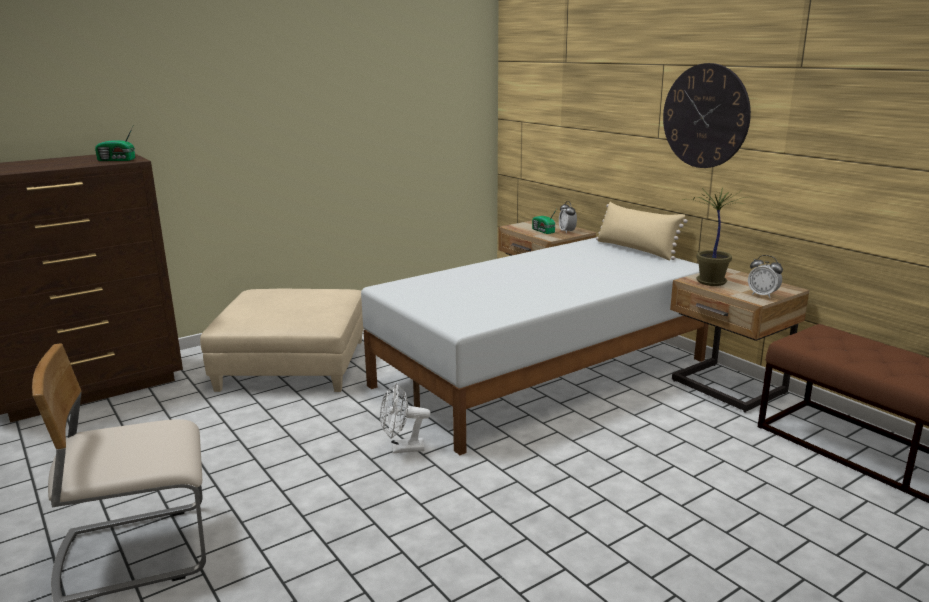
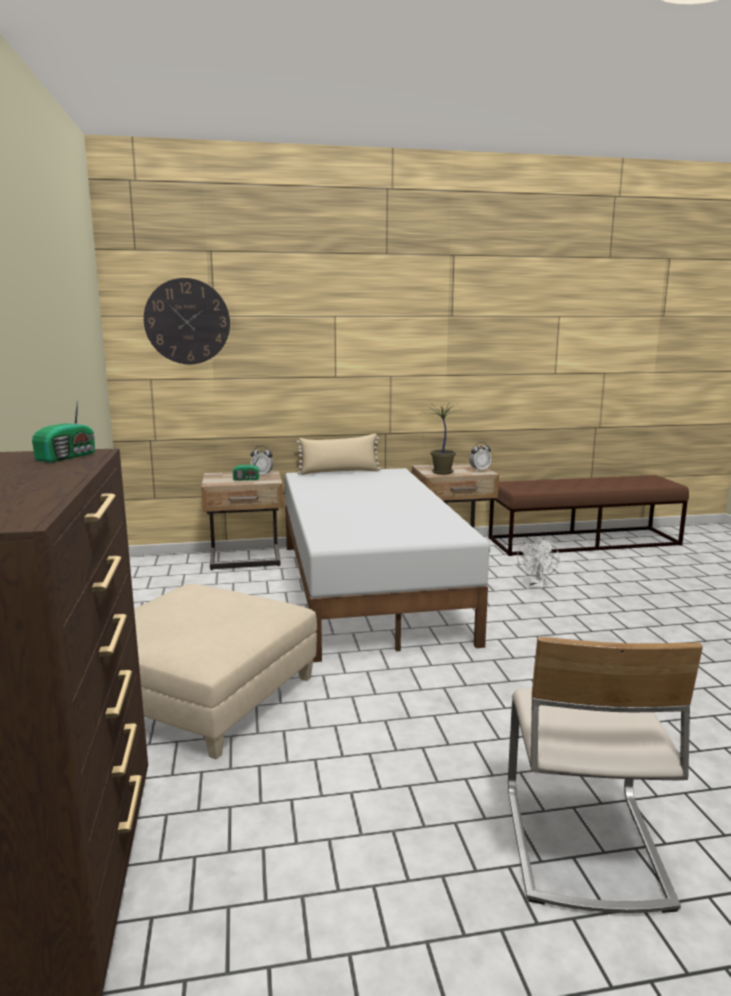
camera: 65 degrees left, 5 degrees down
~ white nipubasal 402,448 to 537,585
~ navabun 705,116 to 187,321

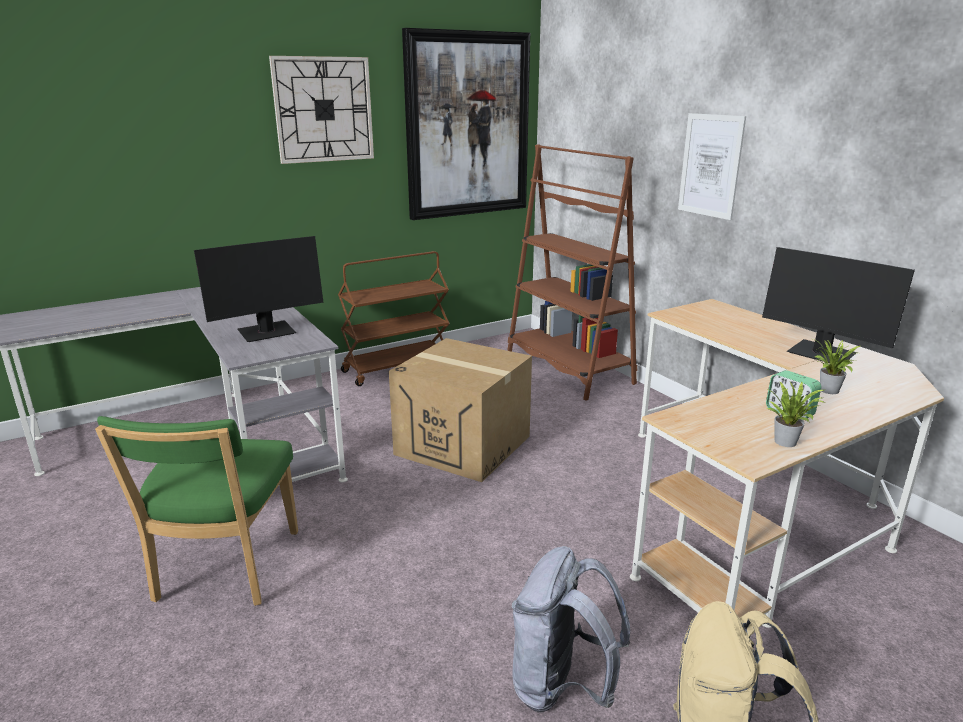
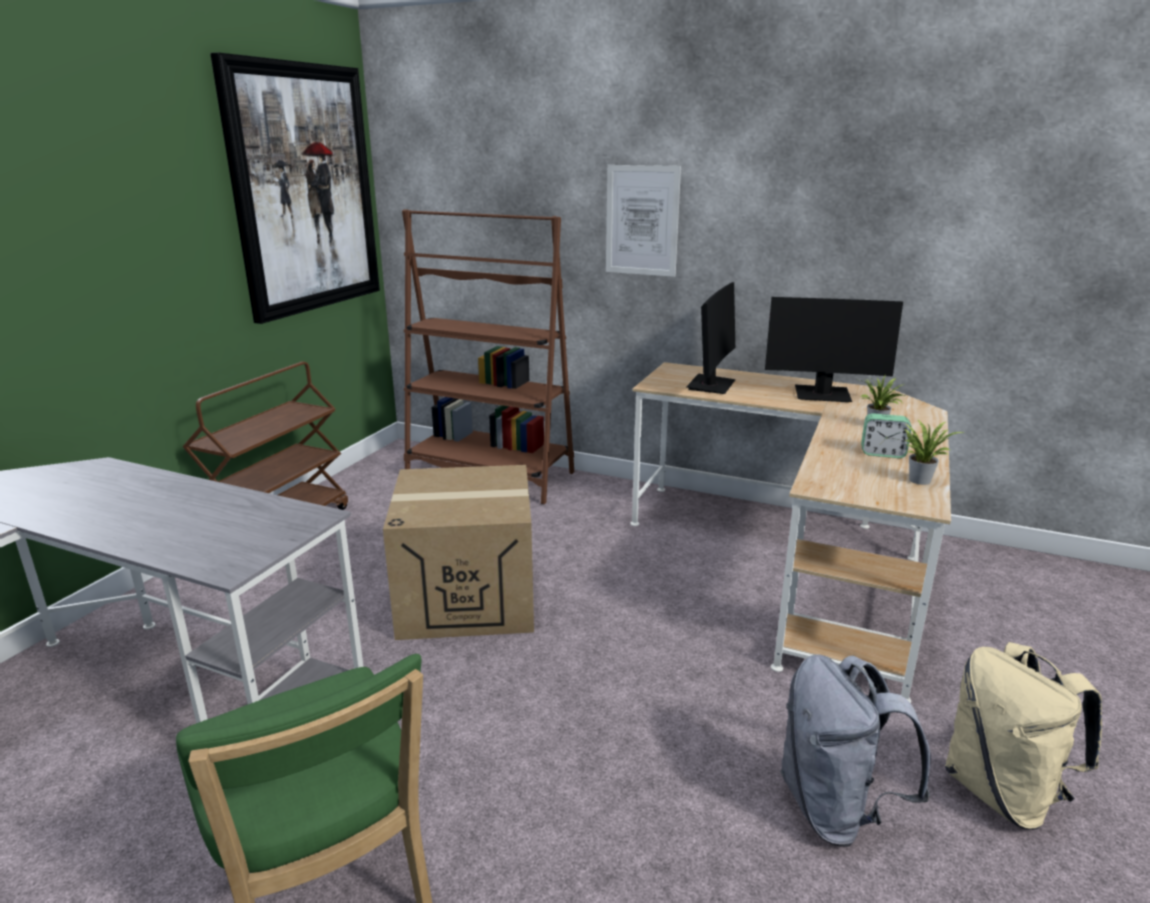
camera: 35 degrees left, 0 degrees up
- navabun 323,110
~ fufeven 267,332 to 711,385

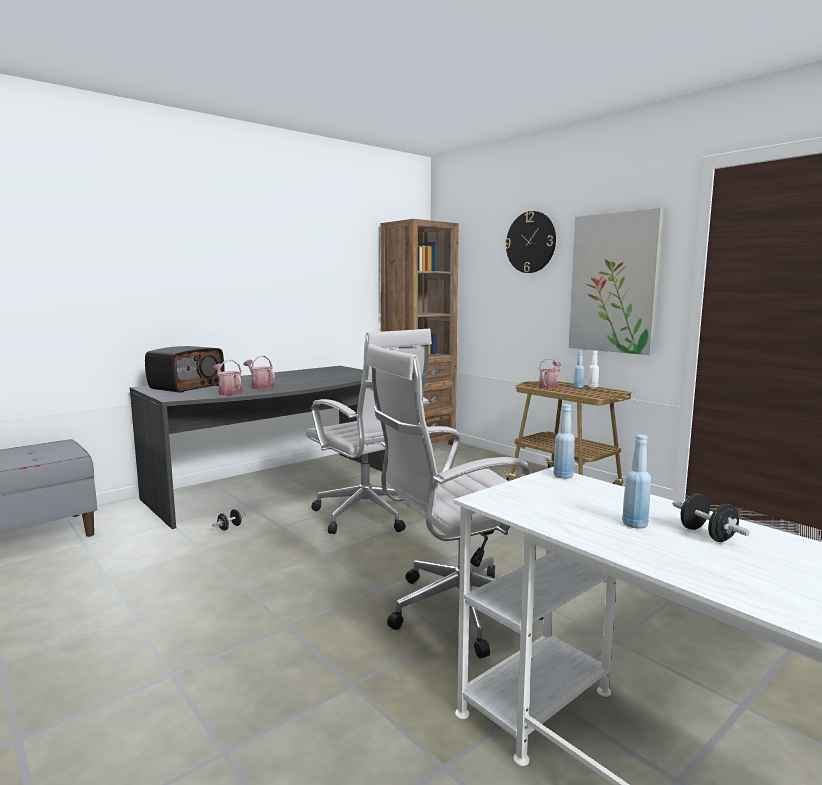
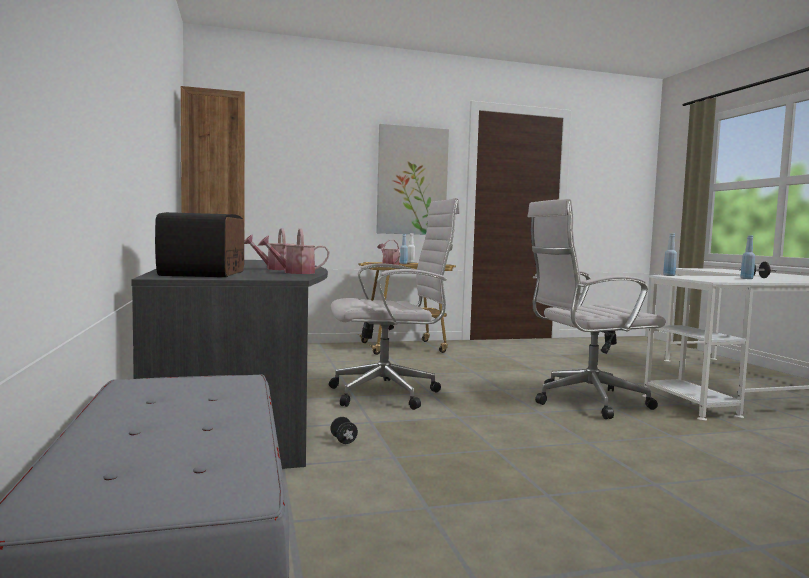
camera: 65 degrees left, 5 degrees down
- navabun 530,242
~ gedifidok 186,386 = 205,273 150 degrees counterclockwise
~ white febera 455,611 = 584,401 75 degrees clockwise

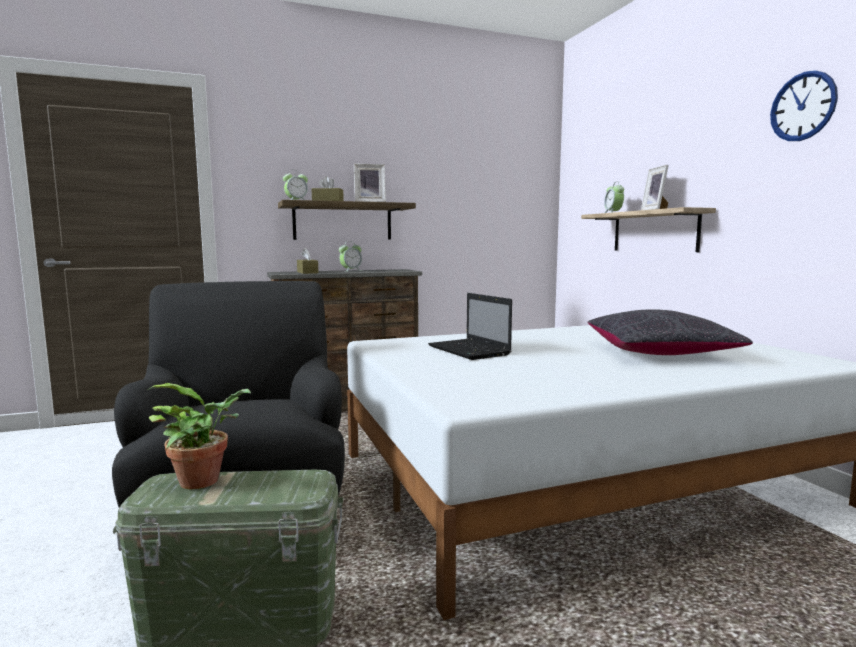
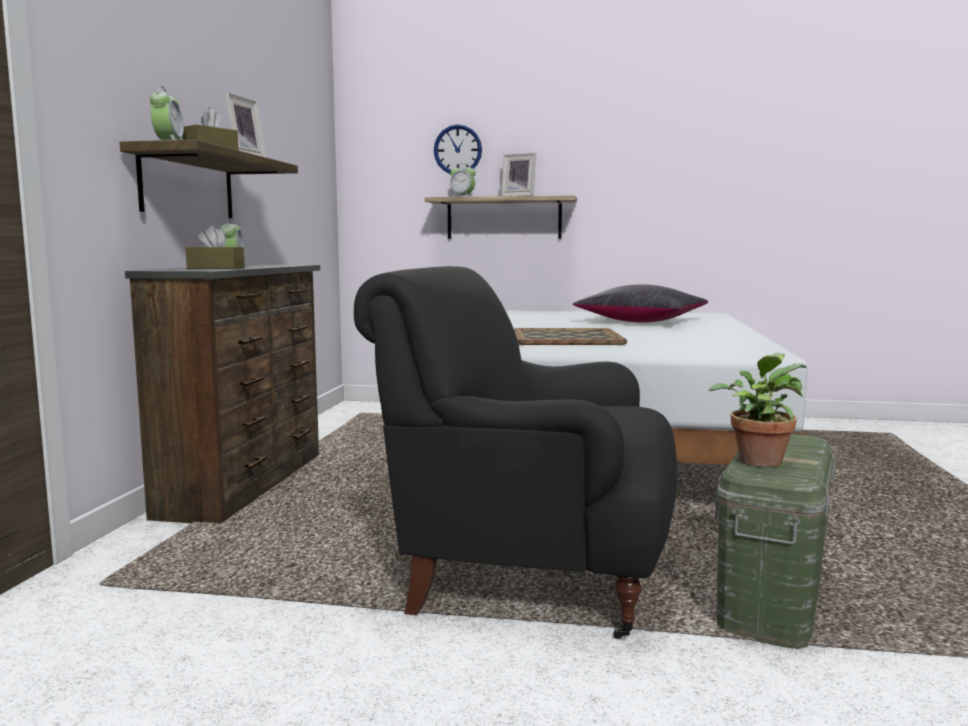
camera: 60 degrees left, 0 degrees up
~ navabun 803,106 to 458,150
~ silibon 470,351 to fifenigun 566,338

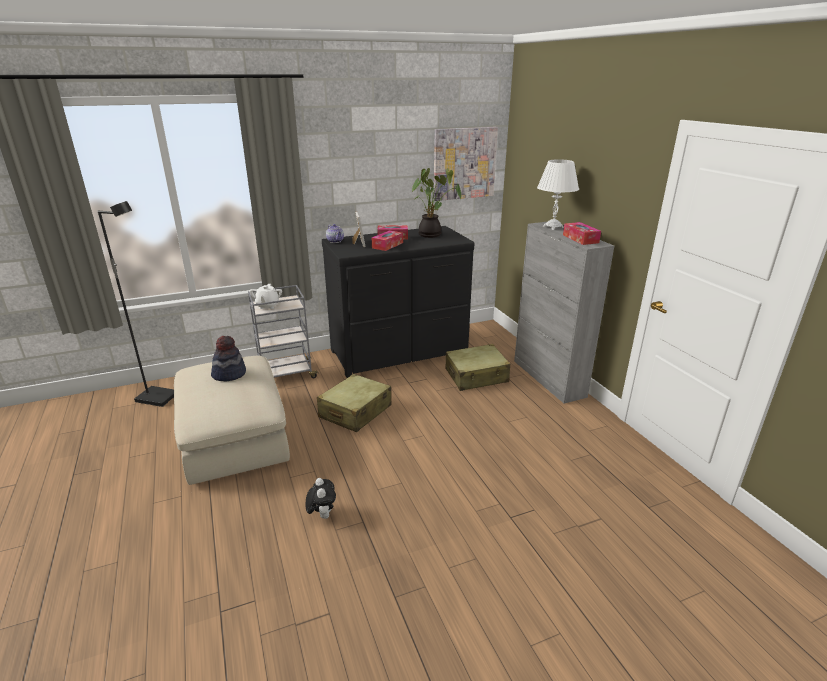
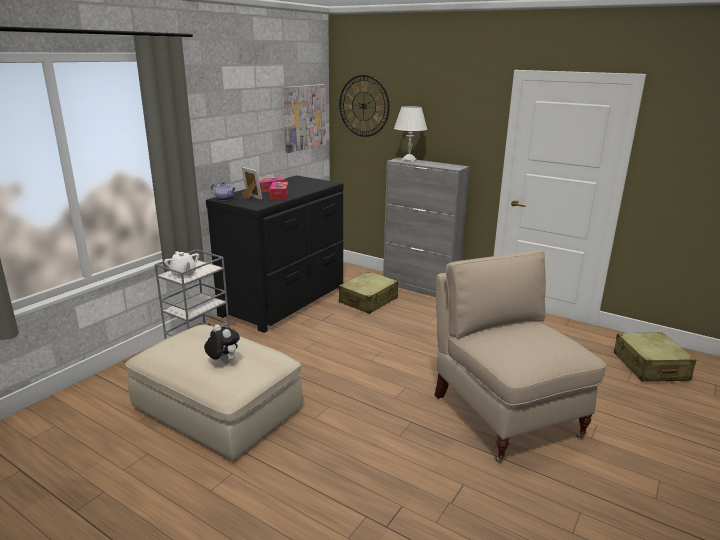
camera: 35 degrees left, 5 degrees down
- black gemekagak 158,397
- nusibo 229,374
- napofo 432,235
- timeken 580,239
+ navabun 363,106
+ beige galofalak 504,414
~ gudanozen 322,514 to 223,362
~ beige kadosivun 355,412 to 650,367

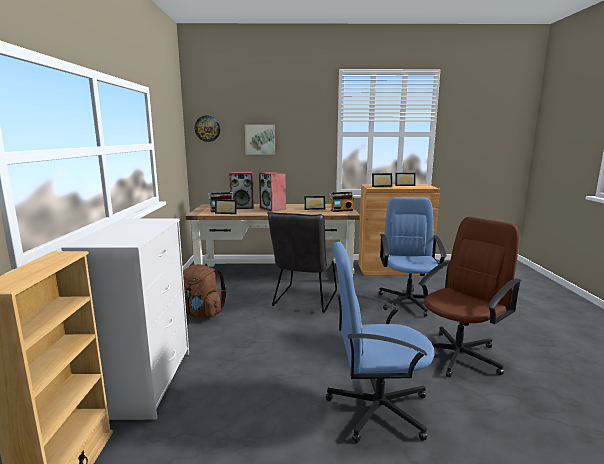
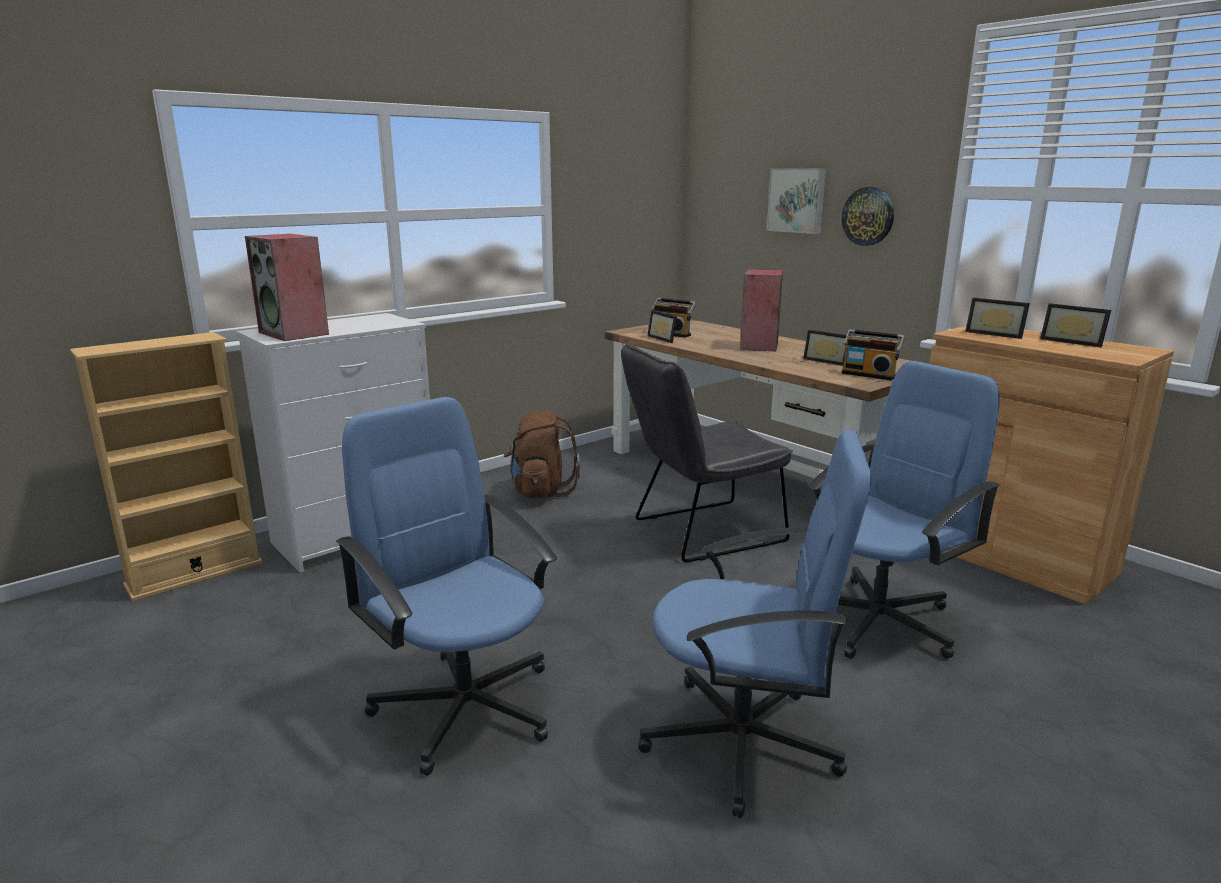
camera: 50 degrees right, 5 degrees up
~ navabun 207,128 to 868,216
~ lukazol 243,207 to 295,333
~ brown febera 459,355 to blue febera 744,742

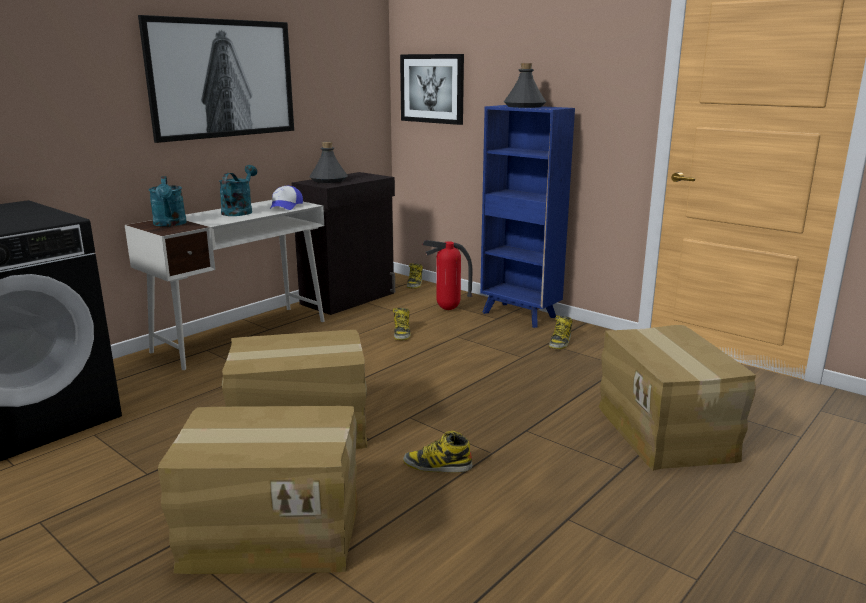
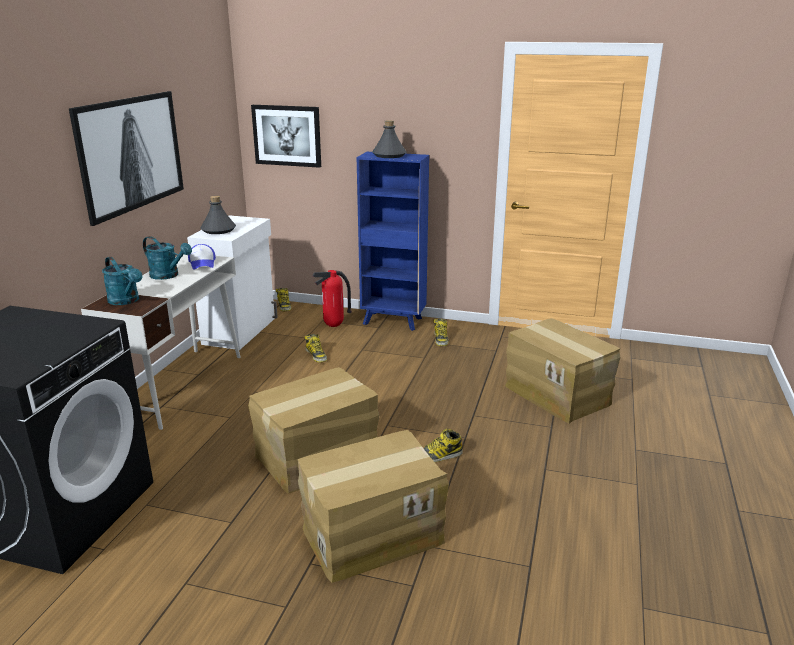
camera: 25 degrees left, 5 degrees up
~ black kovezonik 349,298 to white kovezonik 241,331
~ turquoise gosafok 239,211 = 168,275 135 degrees clockwise

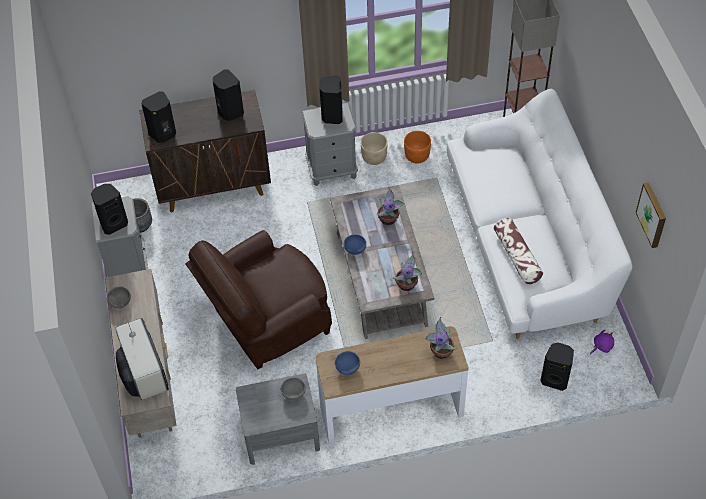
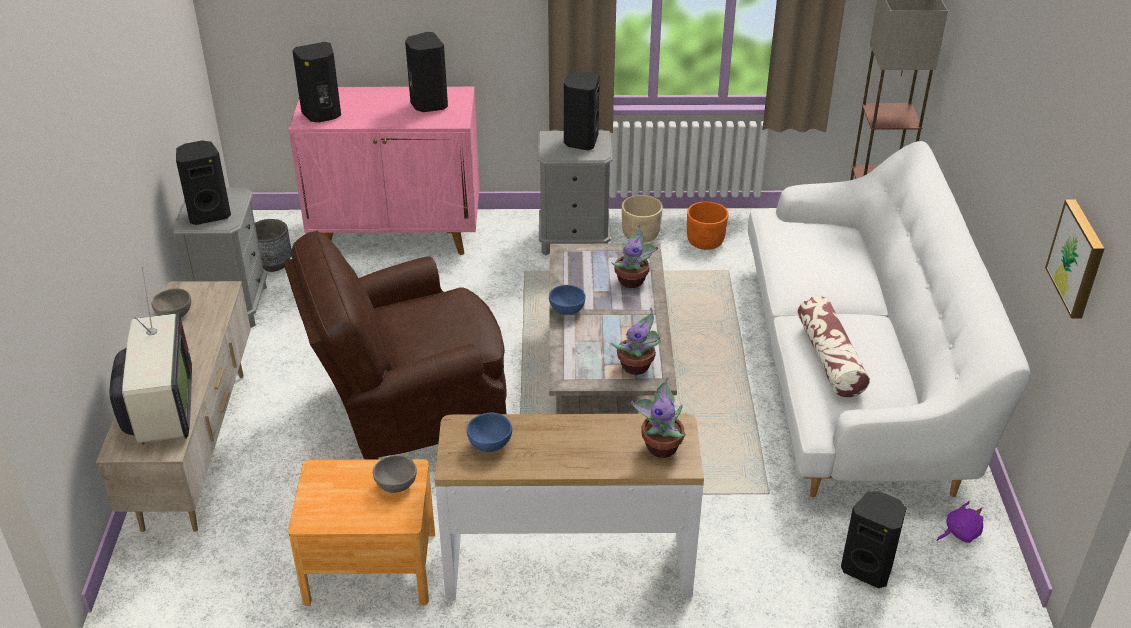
camera: 10 degrees right, 15 degrees down
~ brown kovezonik 214,186 to pink kovezonik 398,234
~ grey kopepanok 280,433 to brown kopepanok 370,567

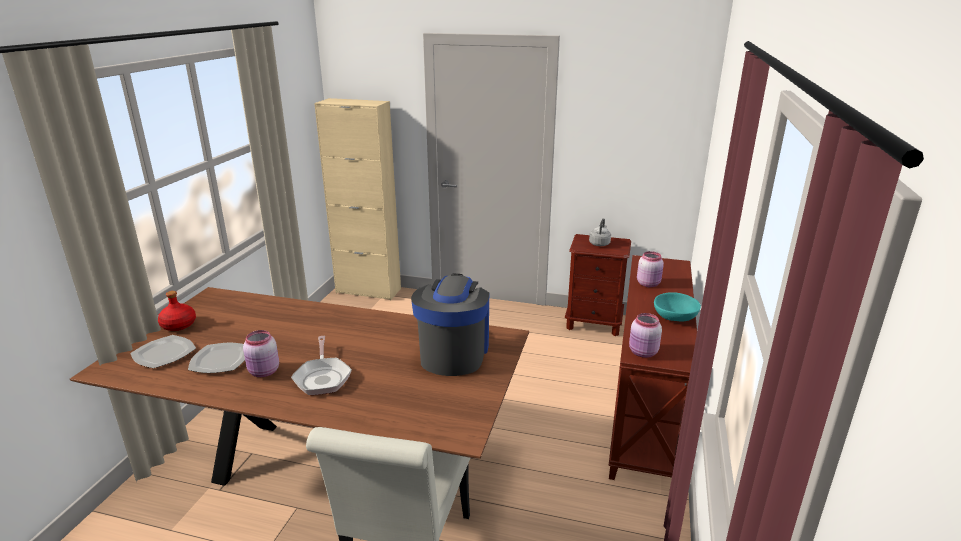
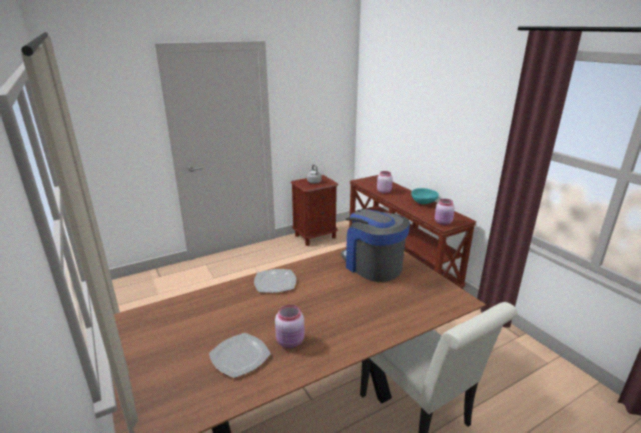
camera: 45 degrees left, 0 degrees up
- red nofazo 179,325
- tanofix 322,377
- beige kovezonik 368,290
~ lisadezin 164,353 to 274,282

